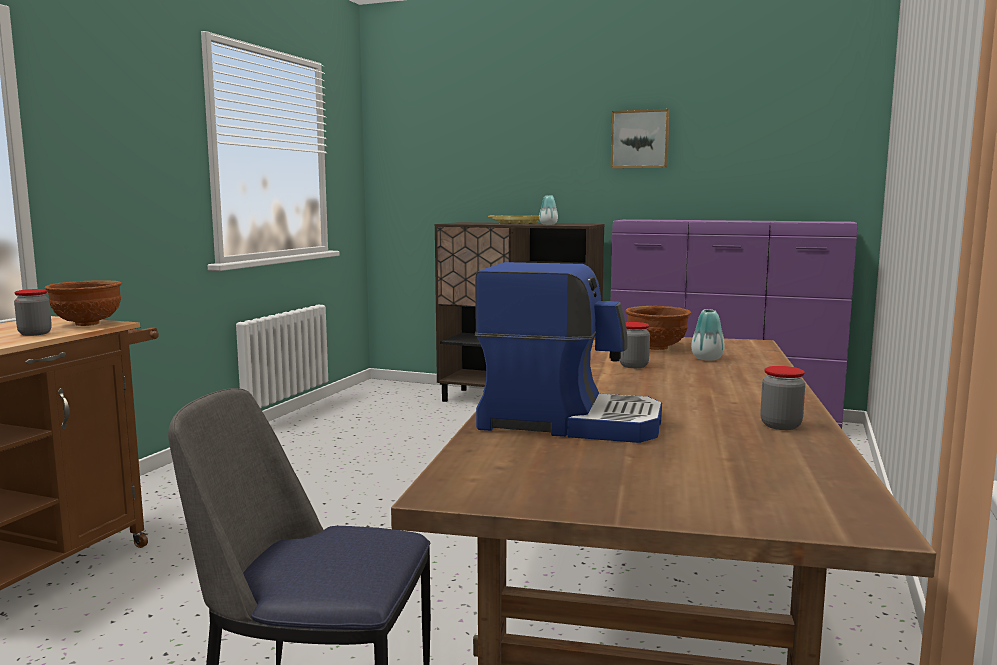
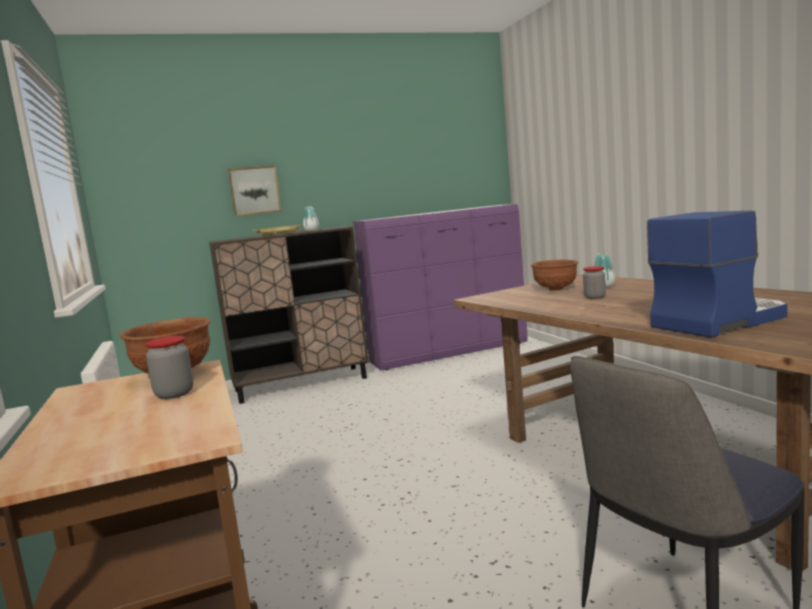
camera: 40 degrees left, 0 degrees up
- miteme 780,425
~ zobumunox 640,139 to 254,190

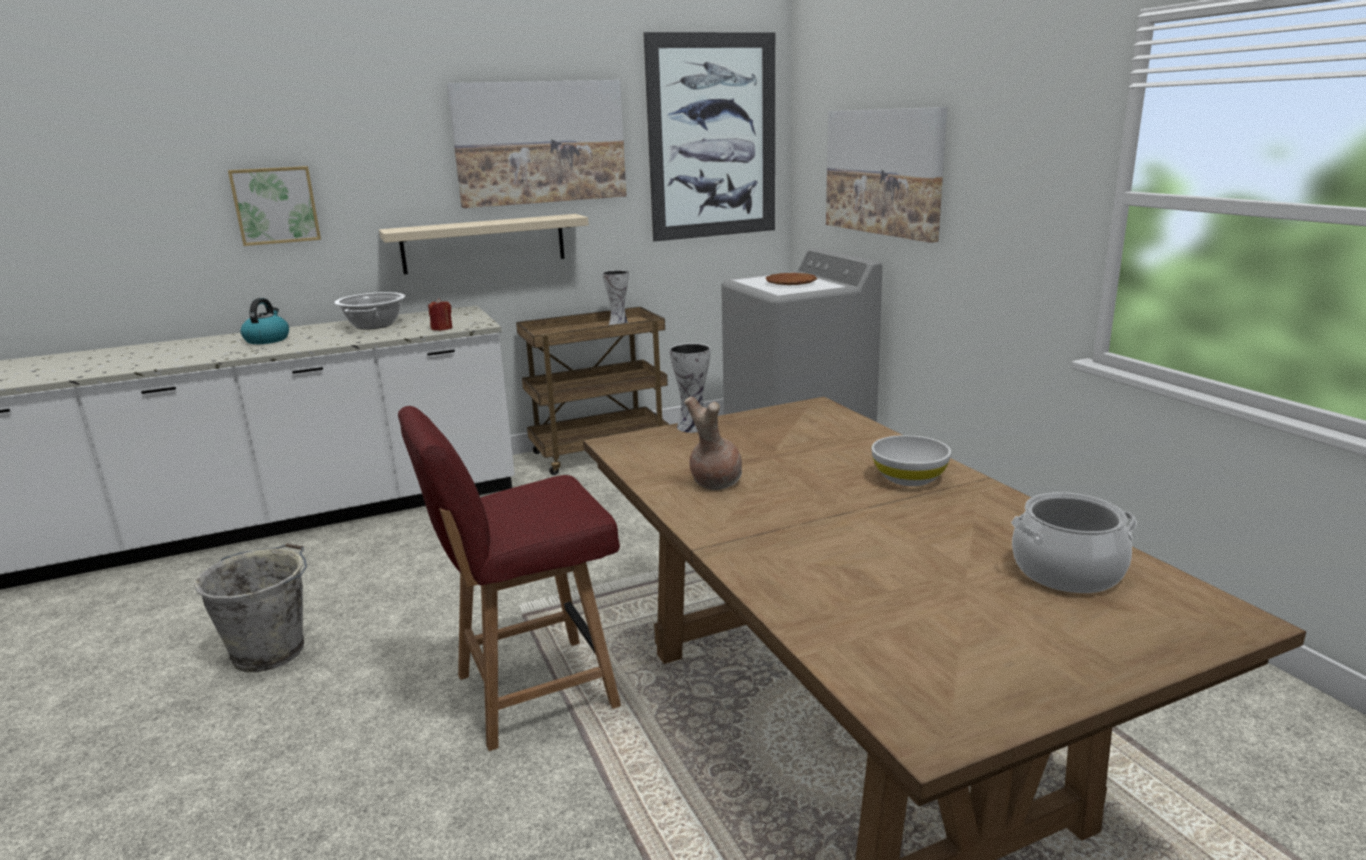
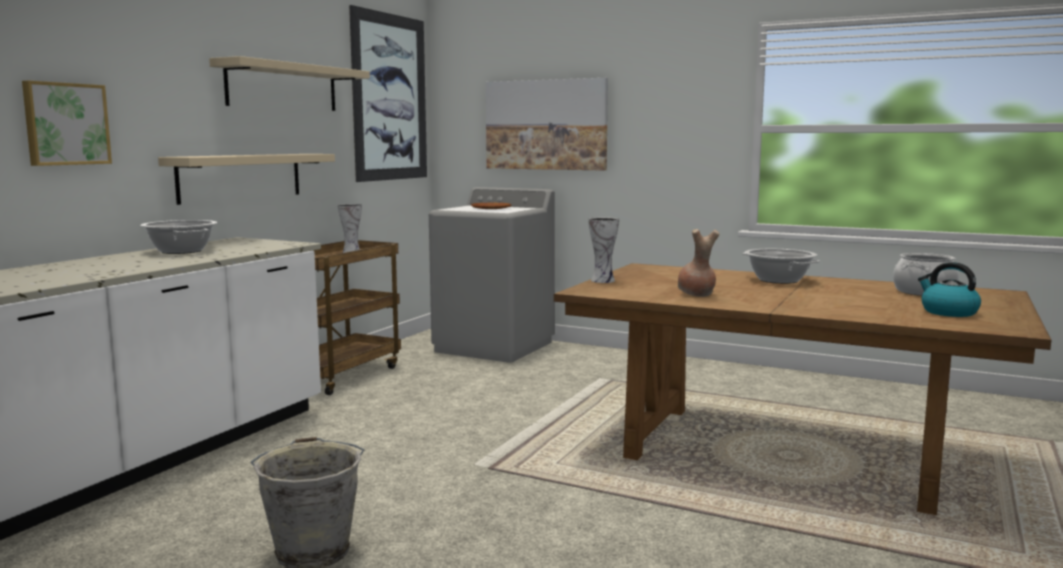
camera: 40 degrees left, 10 degrees down
- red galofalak 532,692
- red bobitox 442,328
~ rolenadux 267,339 to 948,312
~ zobumunox 540,143 to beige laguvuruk 283,87
~ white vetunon 908,478 to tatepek 778,280

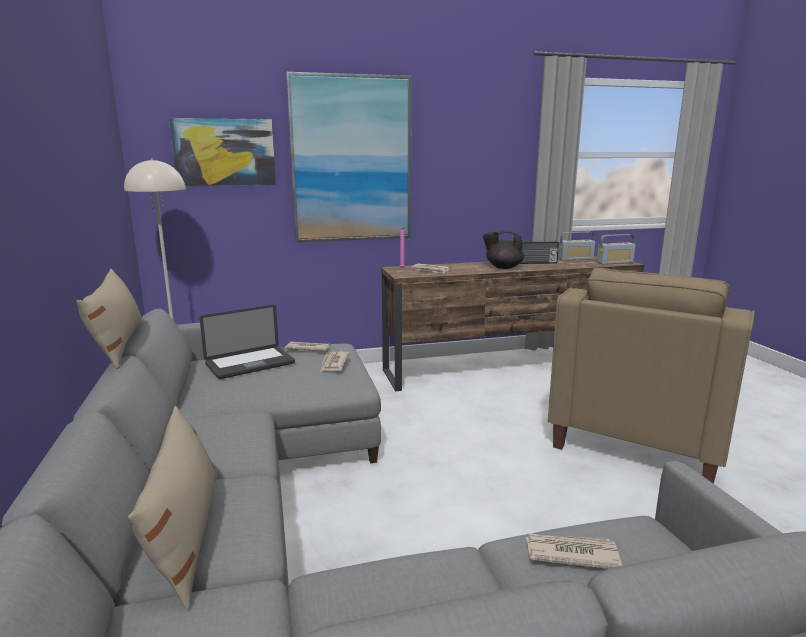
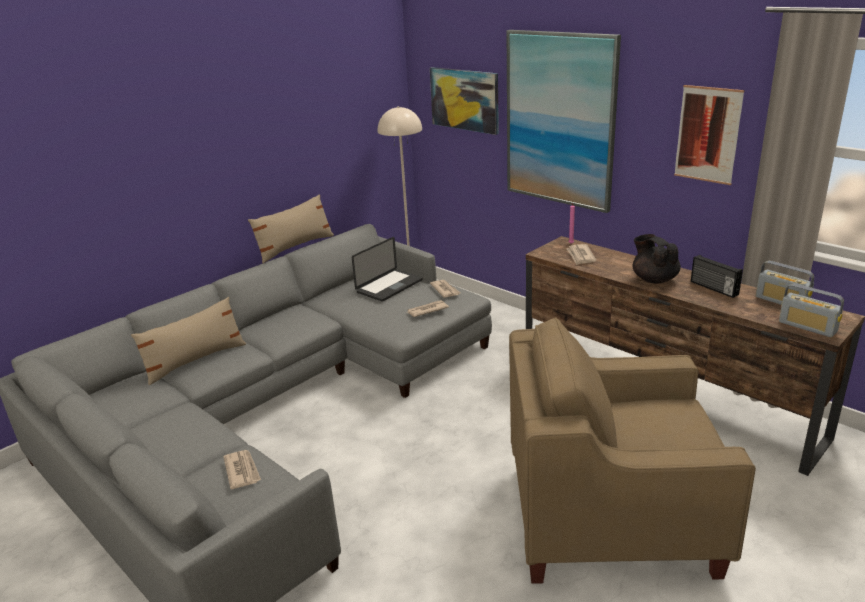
camera: 60 degrees right, 10 degrees up
+ zobumunox 707,134
~ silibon 250,364 = 389,286 75 degrees counterclockwise

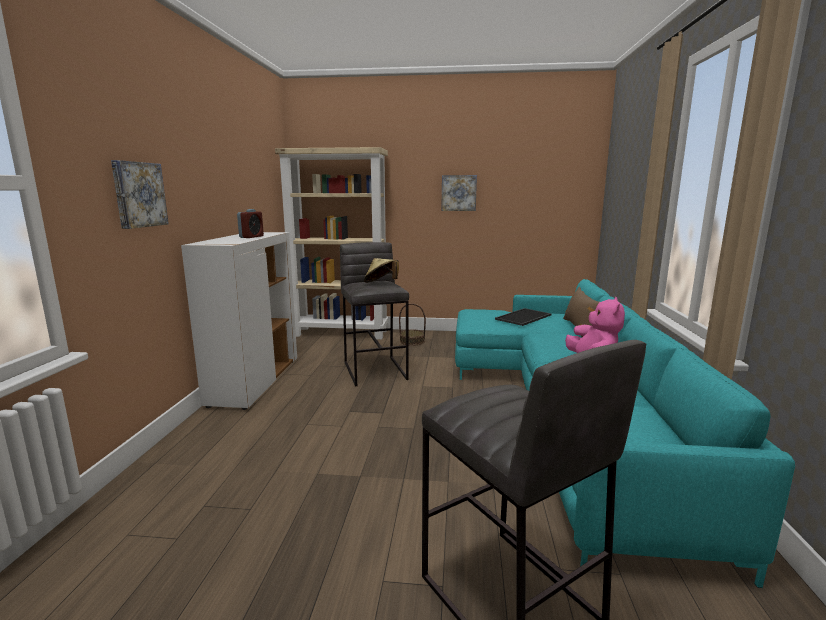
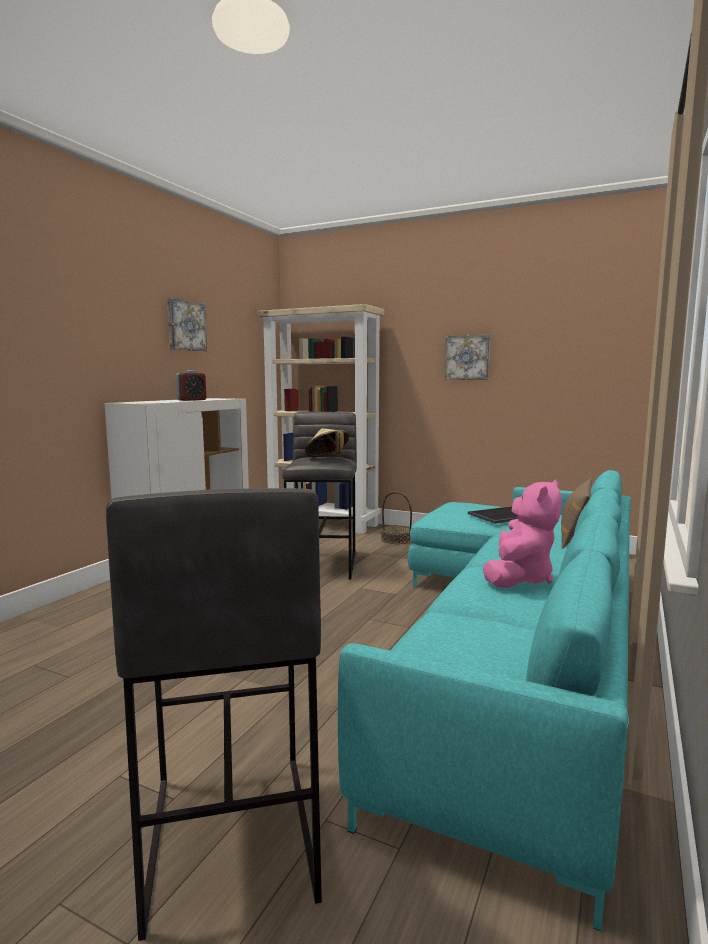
camera: 20 degrees right, 5 degrees down
~ zobumunox 138,194 to 185,326

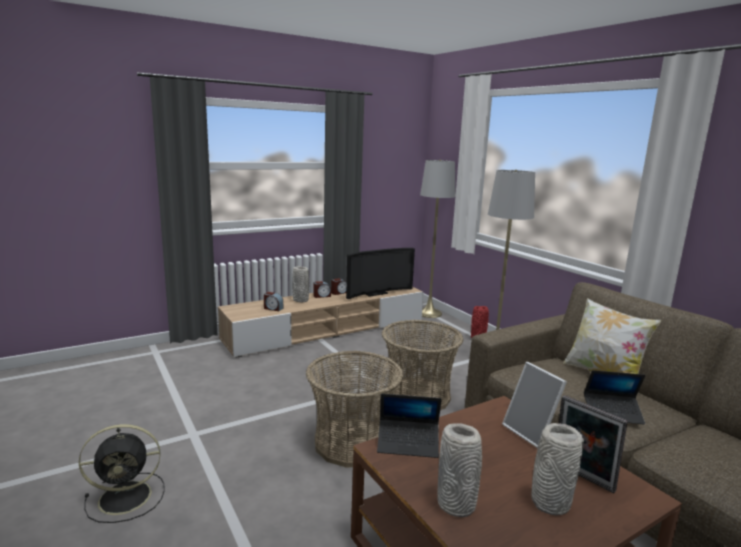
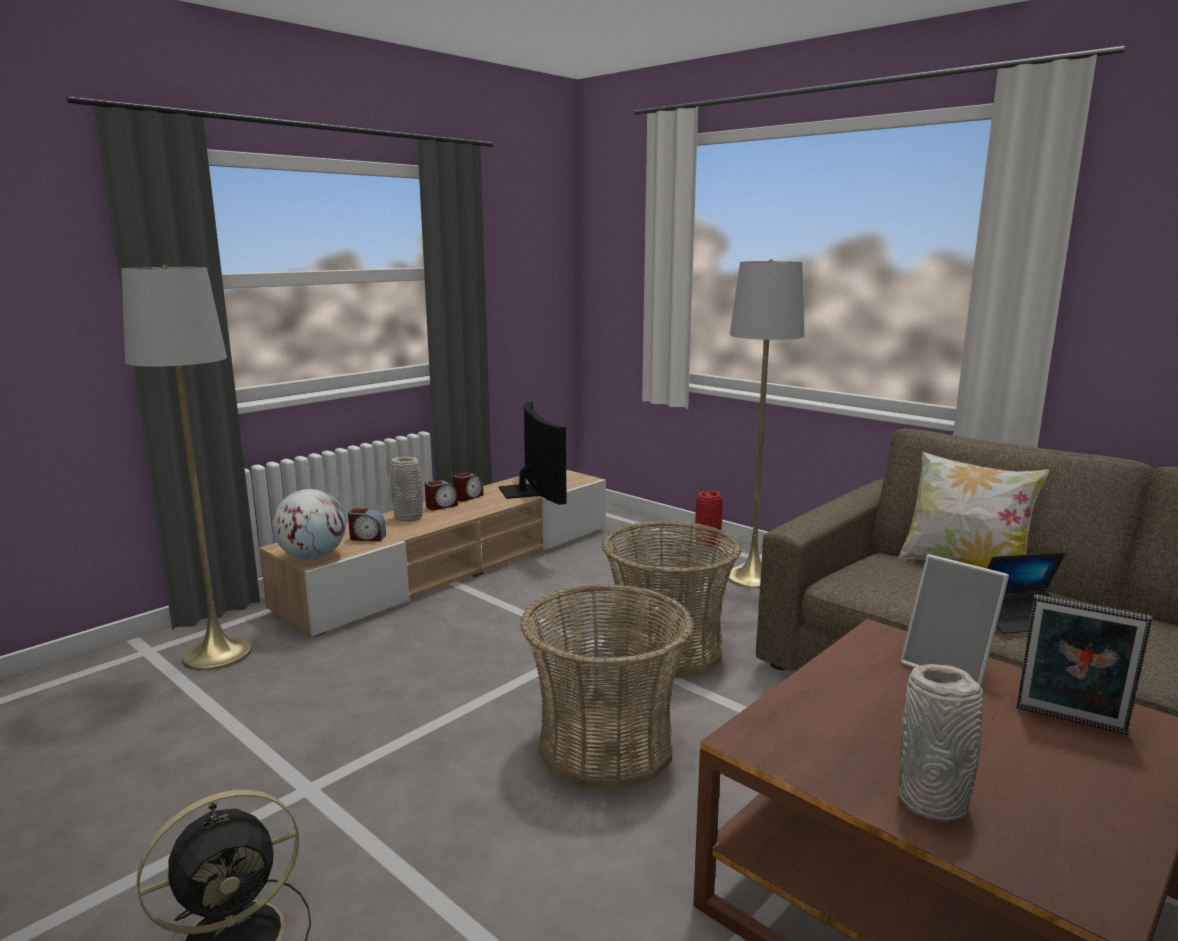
camera: 15 degrees left, 0 degrees up
- silibon 408,443
- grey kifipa 549,502
+ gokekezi 312,557
~ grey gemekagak 429,313 to 217,654
~ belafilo 374,293 = 528,491 60 degrees counterclockwise

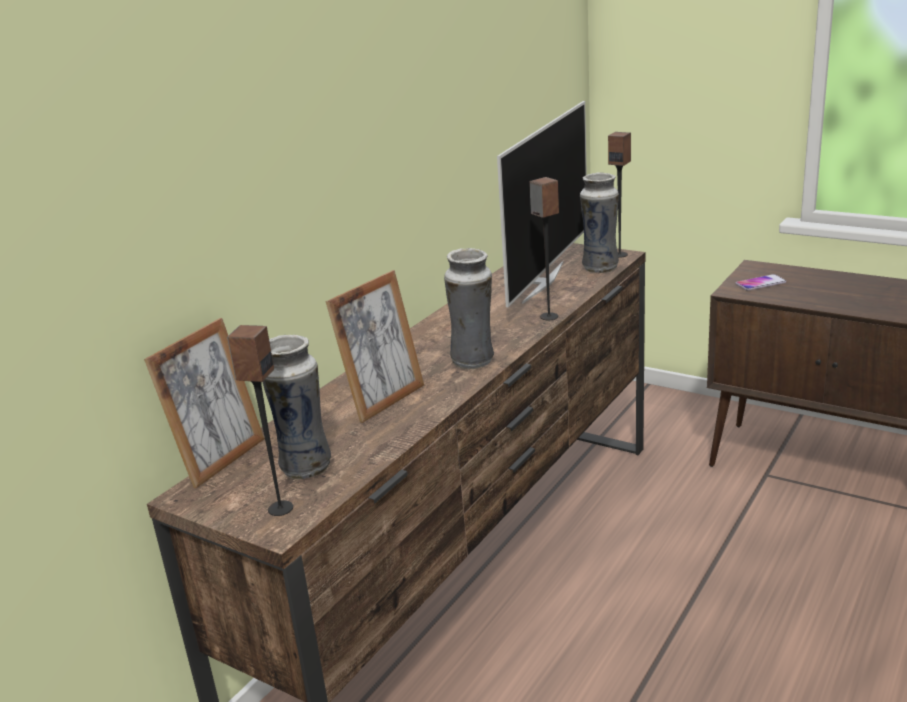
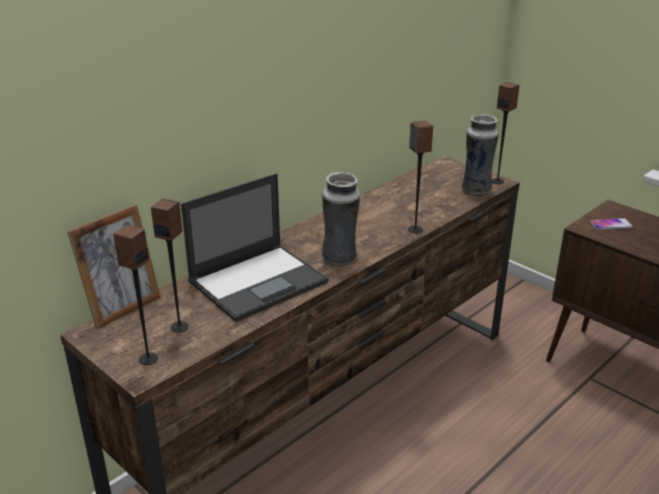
camera: 10 degrees right, 5 degrees up
- belafilo 541,282
~ kifipa 305,466 to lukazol 180,327
~ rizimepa 384,400 to silibon 259,281

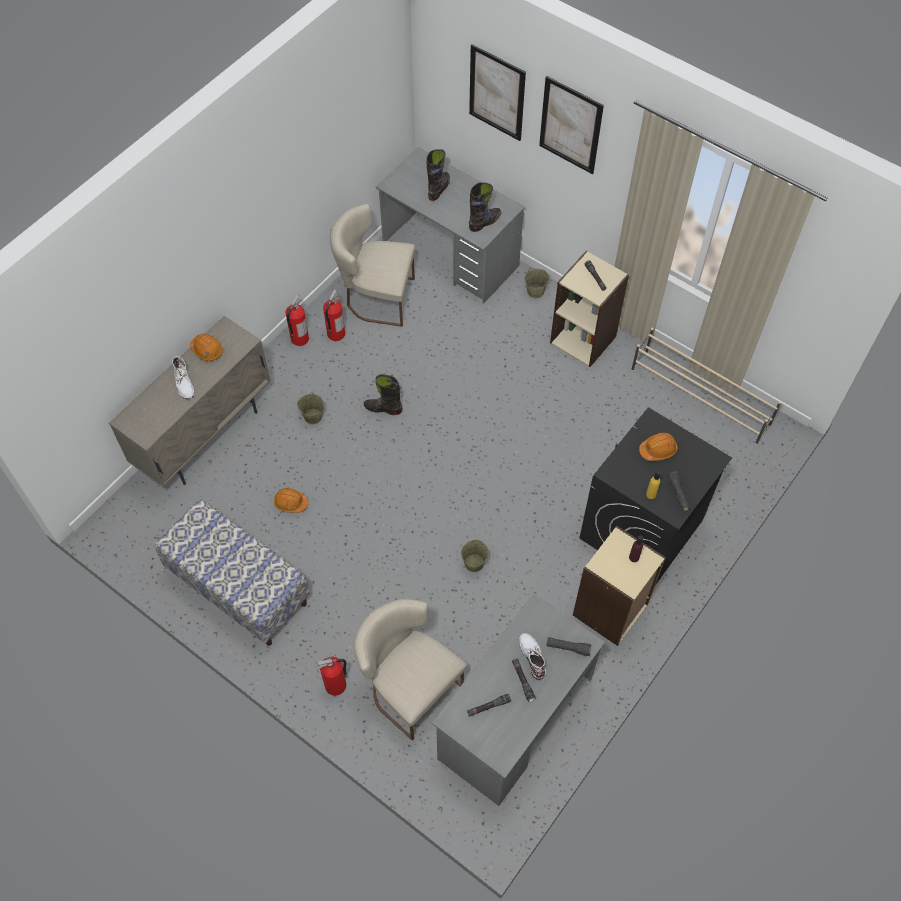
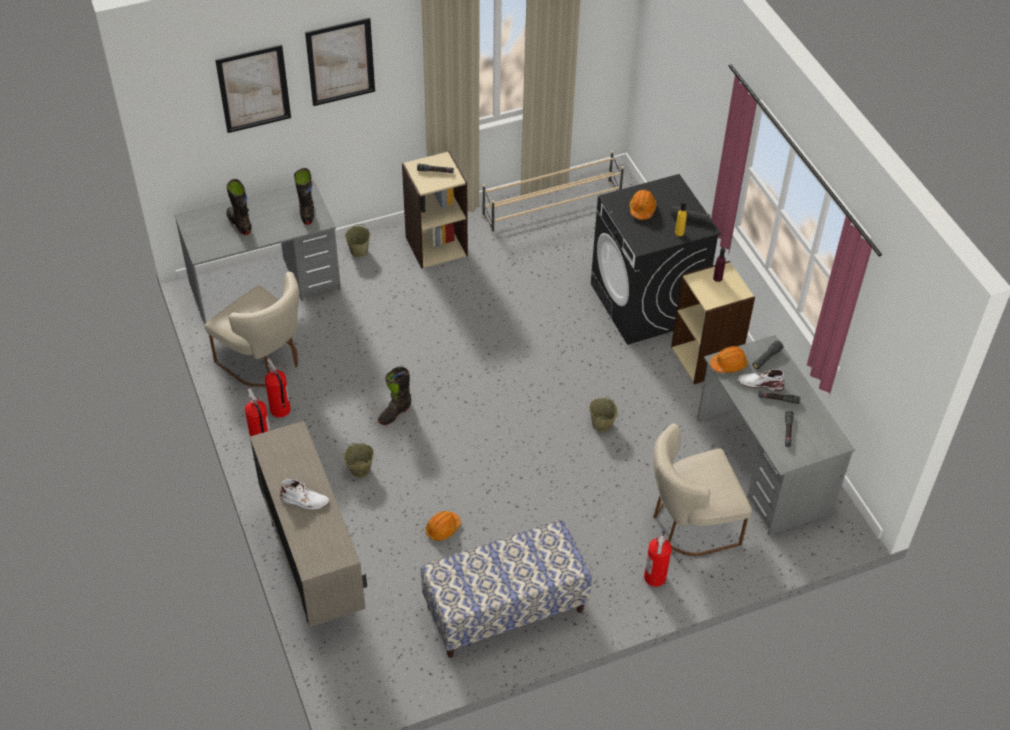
camera: 60 degrees left, 10 degrees down
~ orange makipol 207,350 to 728,364
~ beige galofalak 376,297 = 264,361 90 degrees counterclockwise

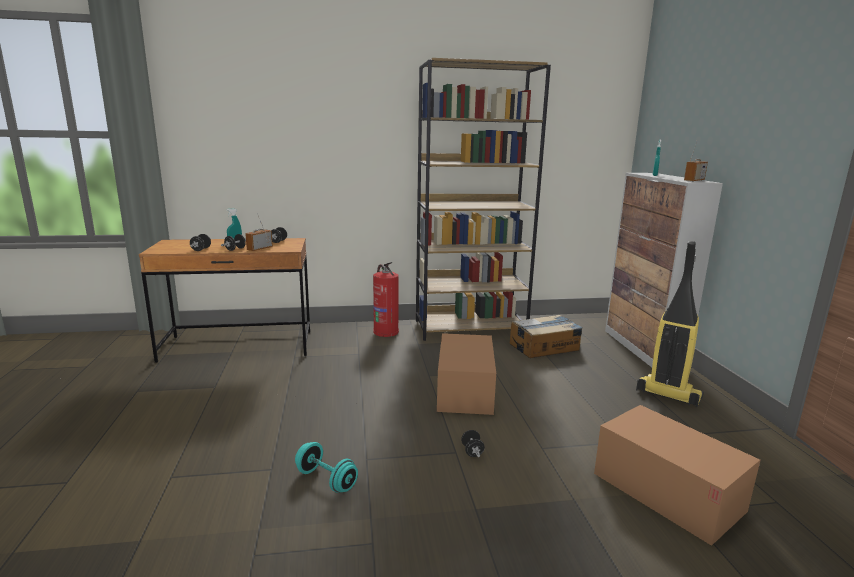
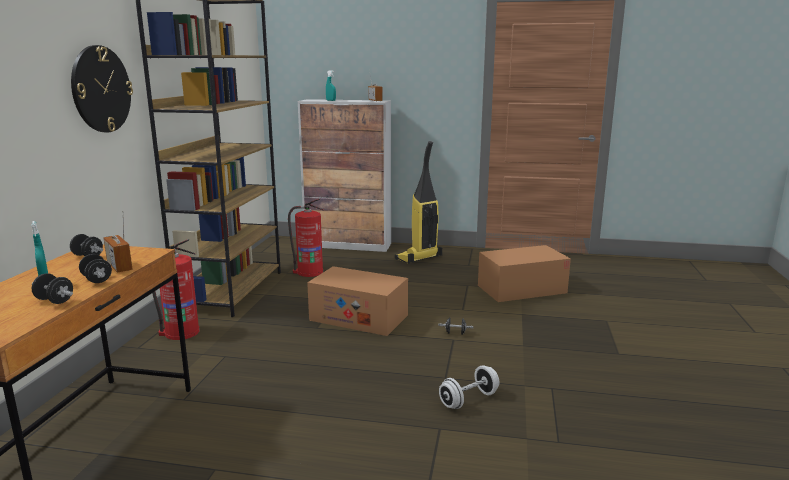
camera: 70 degrees left, 0 degrees up
+ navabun 101,89
~ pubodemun 544,347 to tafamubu 309,272
~ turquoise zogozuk 326,480 to white zogozuk 468,400

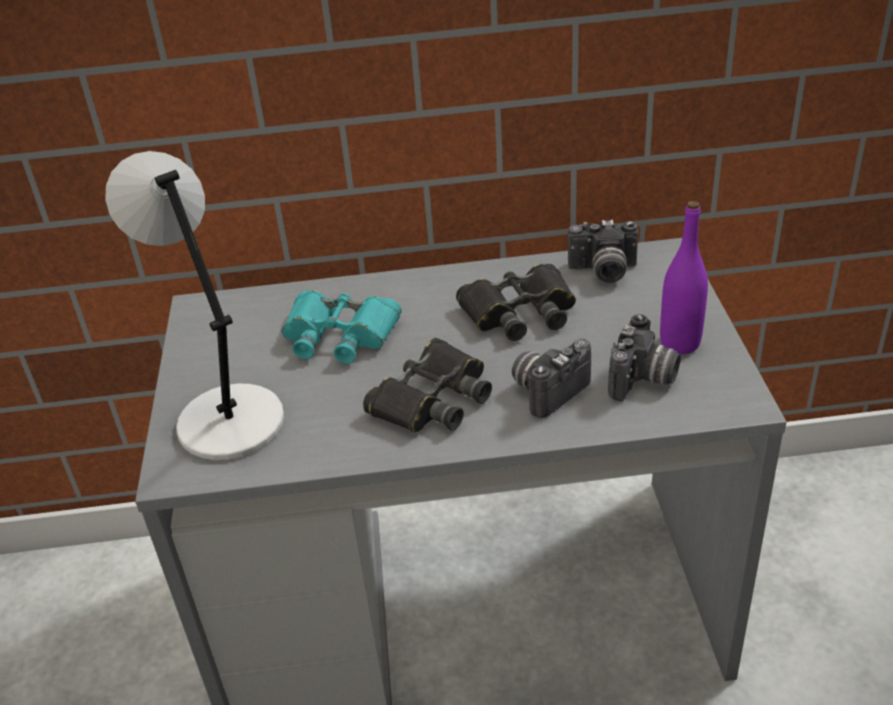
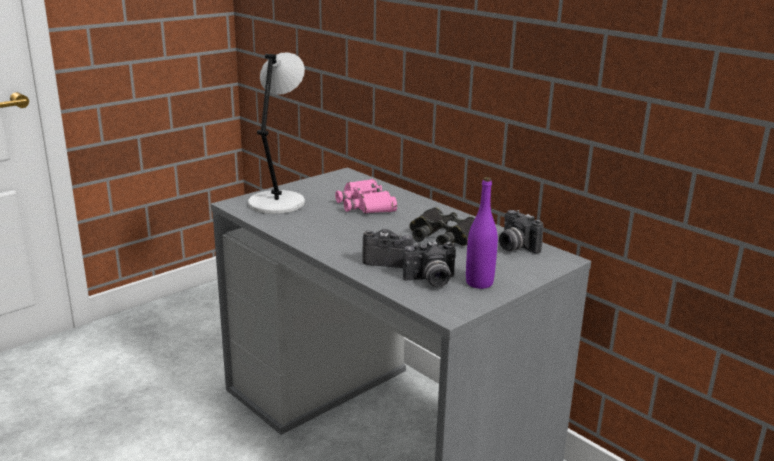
camera: 50 degrees right, 15 degrees down
- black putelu 432,398
~ turquoise putelu 339,335 to pink putelu 365,204

